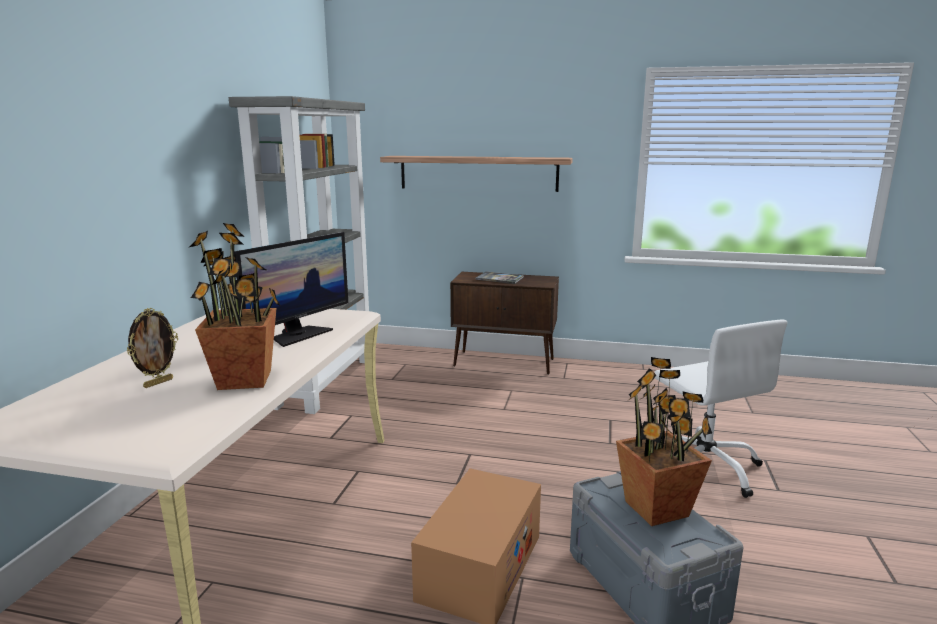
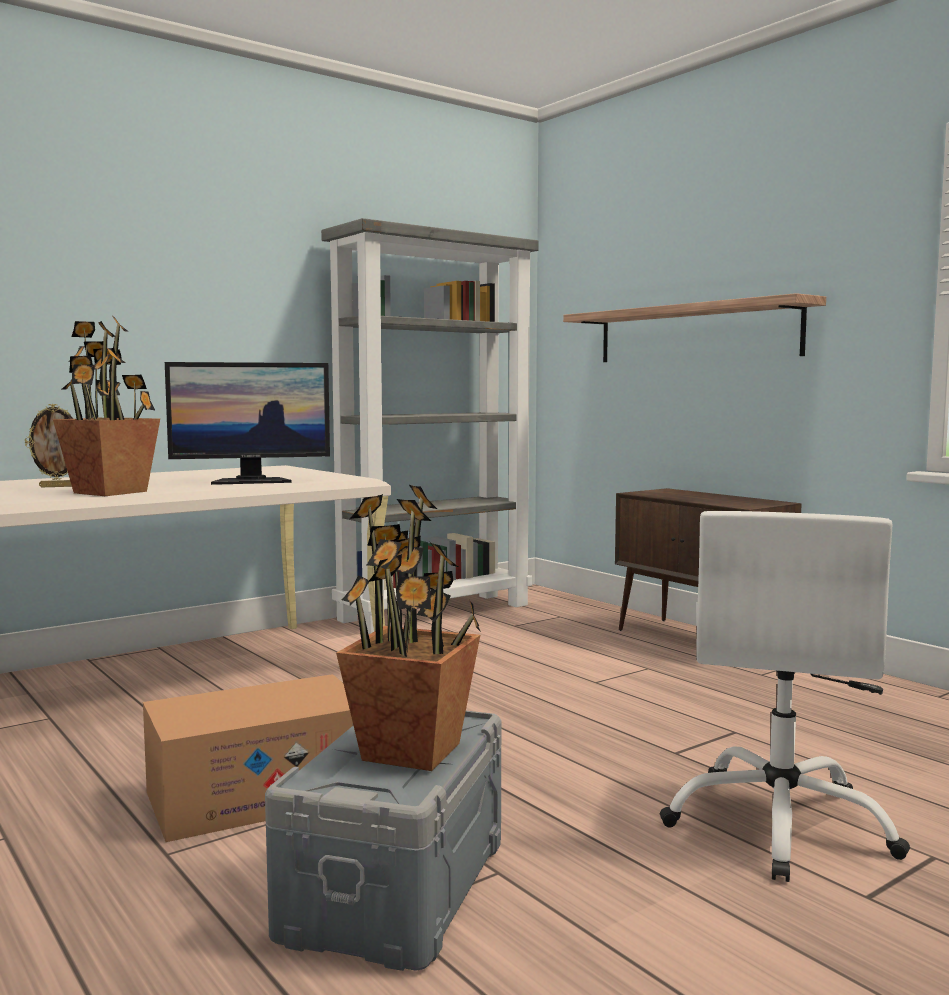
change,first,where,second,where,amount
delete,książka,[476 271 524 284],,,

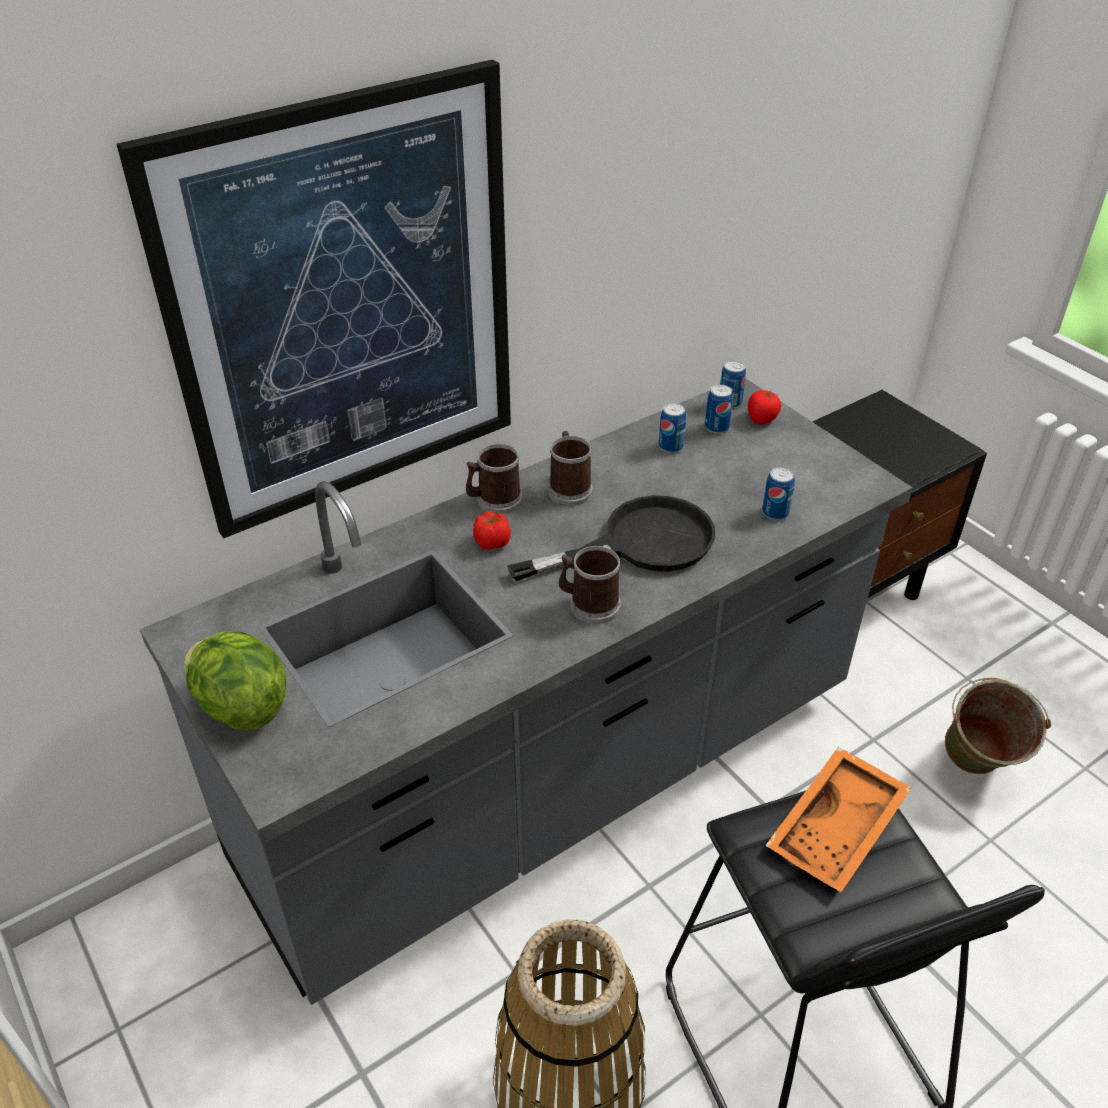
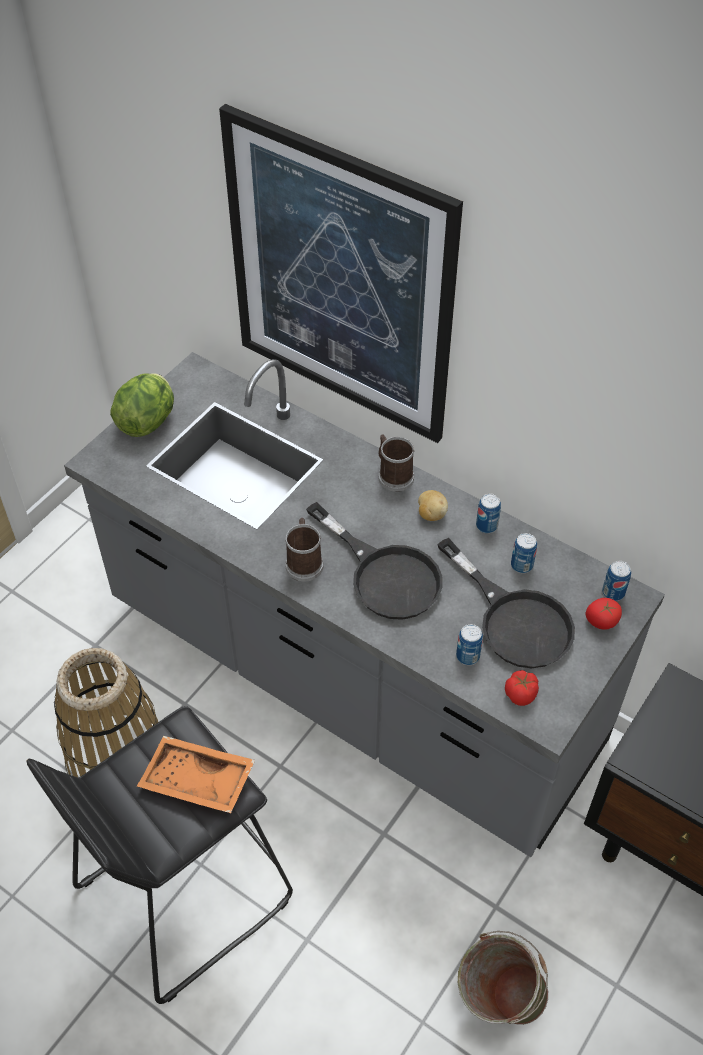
change,first,where,second,where,amount
move,pomidor,[473 511 511 550],,[505 670 539 706],
replace,kubek,[548 431 593 506],ziemniak,[418 490 448 521],
move,puszka,[705 384 733 434],,[476 494 501 533],
insert,,,patelnia/czarny,[437 538 575 668],

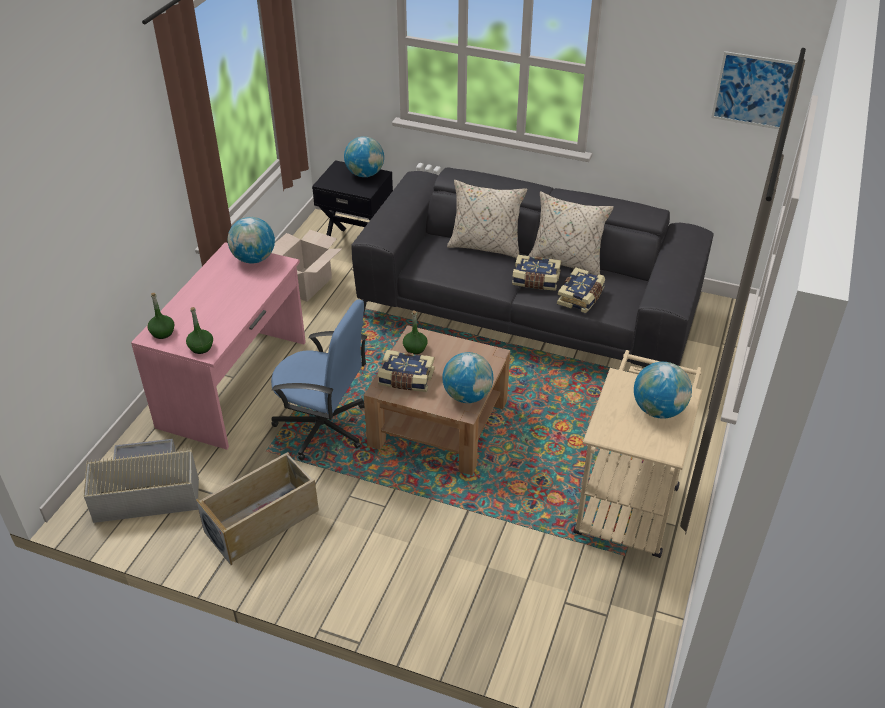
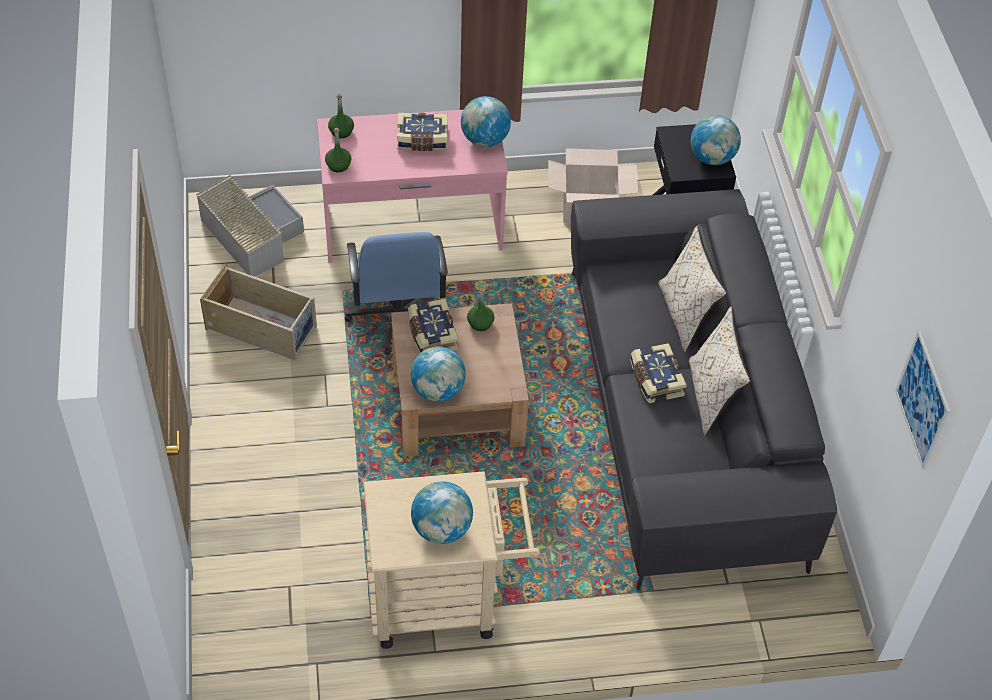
change,first,where,second,where,amount
move,książka,[557 267 605 313],,[397 113 448 151],

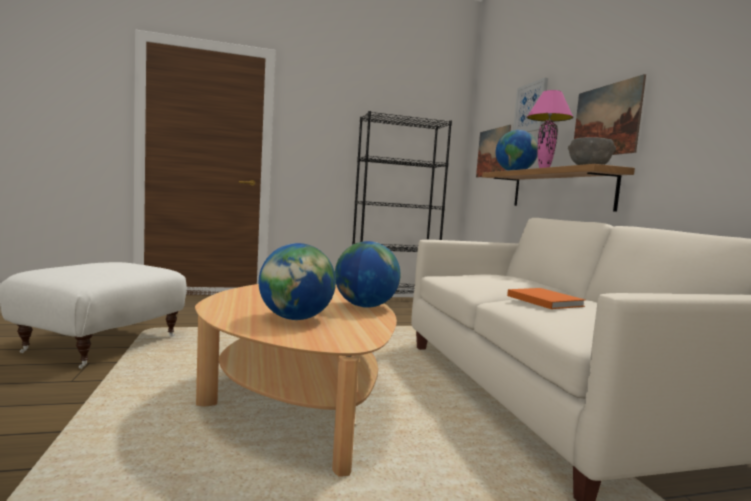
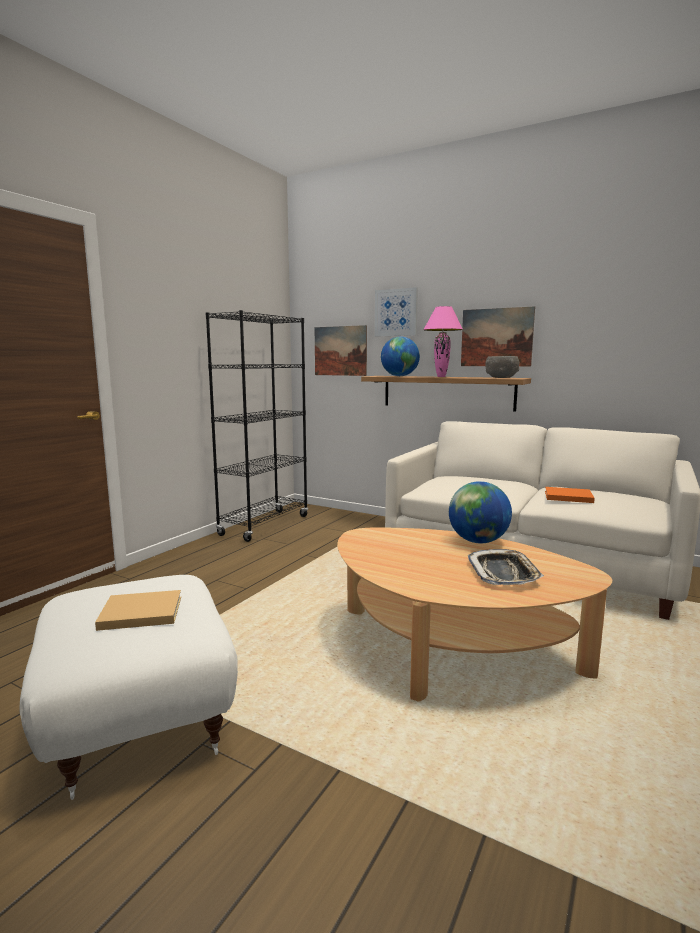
change,first,where,second,where,amount
replace,globus,[259 243 336 320],taca,[468 549 544 585],
insert,,,książka/beżowy,[95 590 181 631],

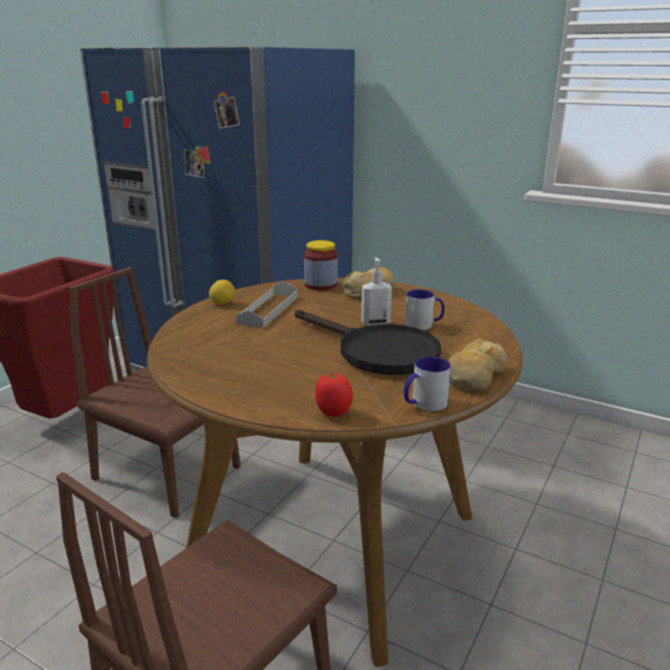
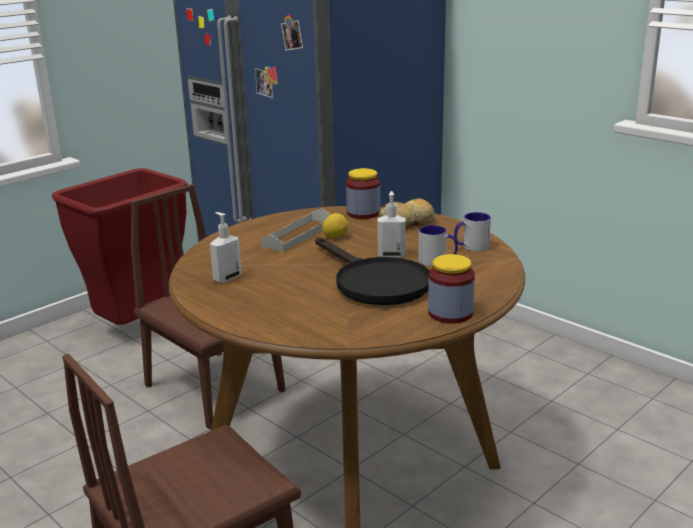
change,first,where,second,where,amount
move,cytryna,[209 280 235 305],,[322 213 348 238],
delete,pomidor,[315 373 353 417],,,
move,kubek,[404 356 451 411],,[454 212 491 252],
replace,chleb,[448 338 507 392],słoik,[428 254 475 324],
insert,,,dozownik mydła,[210 212 242 283],

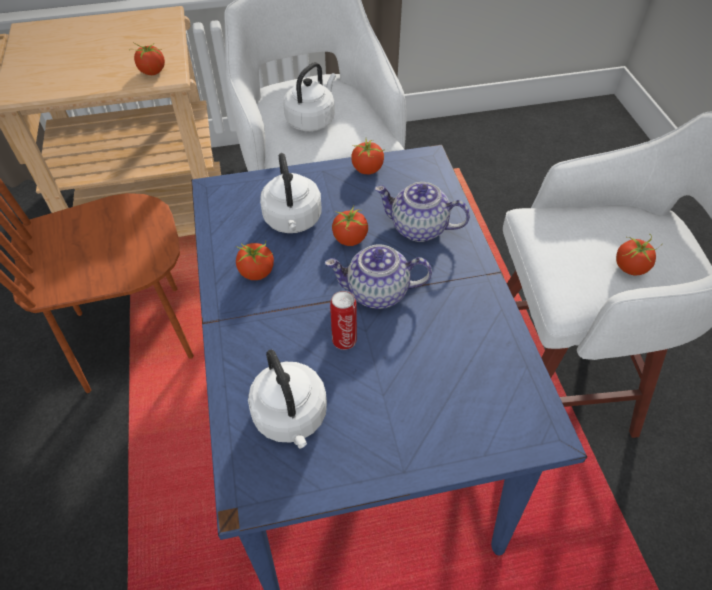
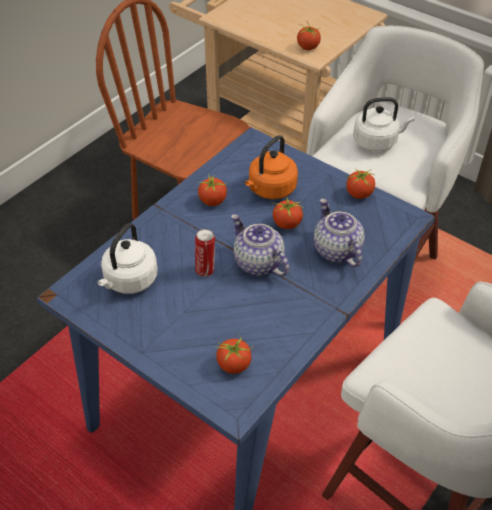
change,first,where,second,where,amount
recolor,czajnik/biały,[260 153 322 233],czajnik/pomarańczowy,[245 135 298 199],
move,pomidor,[616 234 659 275],,[216 335 253 374],

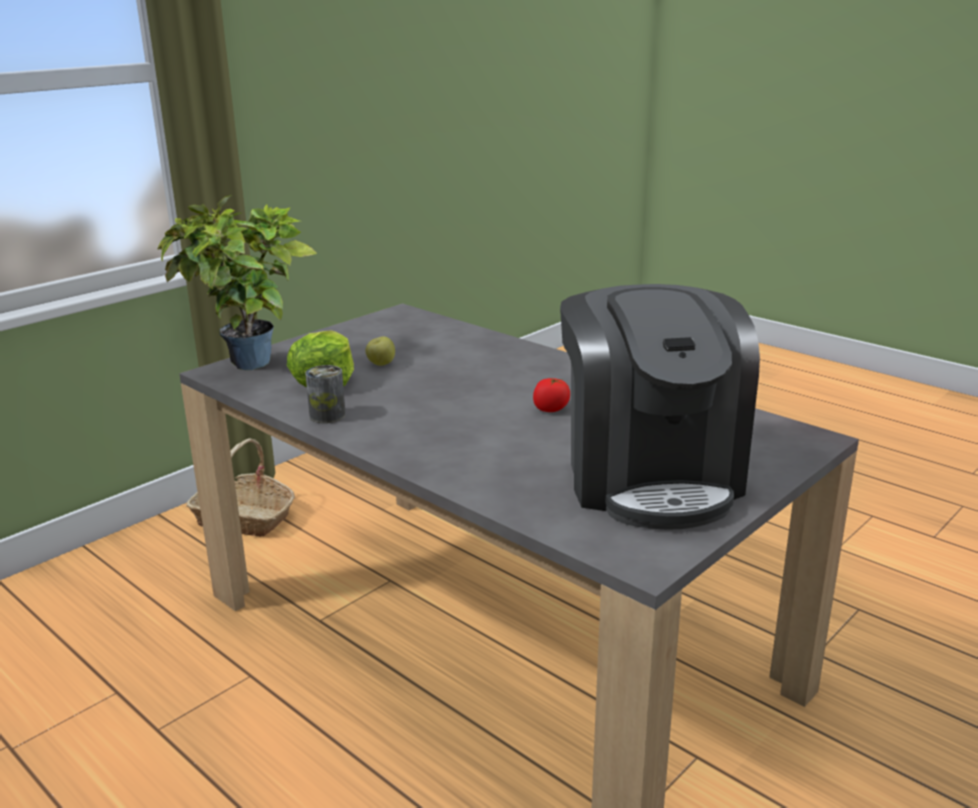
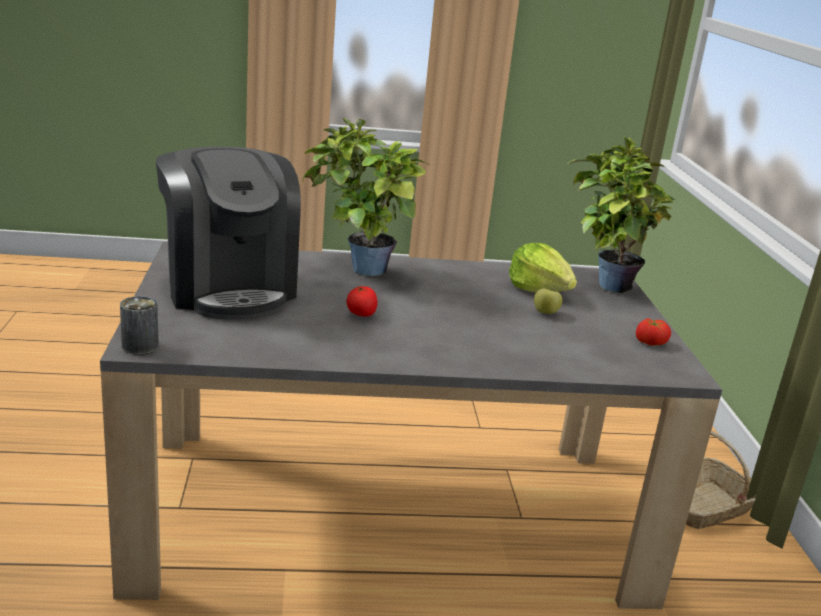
change,first,where,second,where,amount
move,puszka,[305 365 346 423],,[120 296 159 355],
rotate,ekspres do kawy,[560 284 760 529],,[156 147 301 320],150 degrees counterclockwise
insert,,,roślina doniczkowa,[302 118 429 276],
insert,,,pomidor,[636 318 671 346],

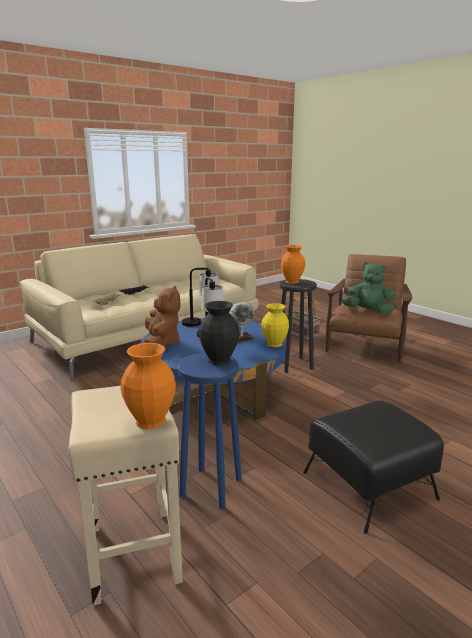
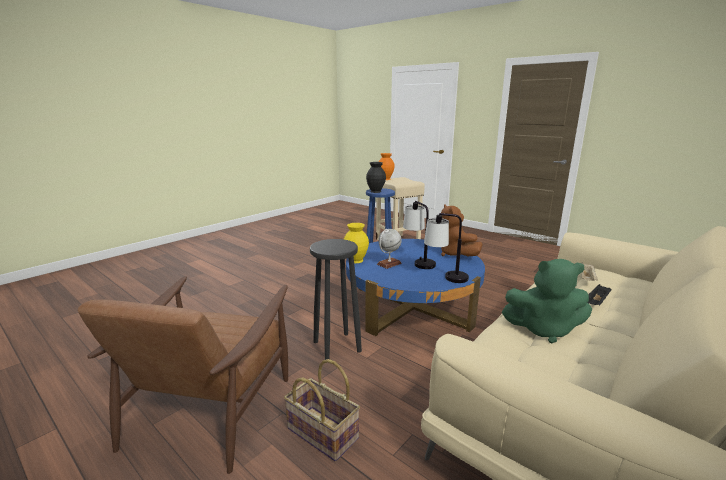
change,first,where,second,where,amount
delete,wazon/pomarańczowy,[281 245 305 284],,,
delete,pufa/czarny,[303 400 444 534],,,
move,pluszak/zielony,[342 262 396 315],,[502 259 592 343],

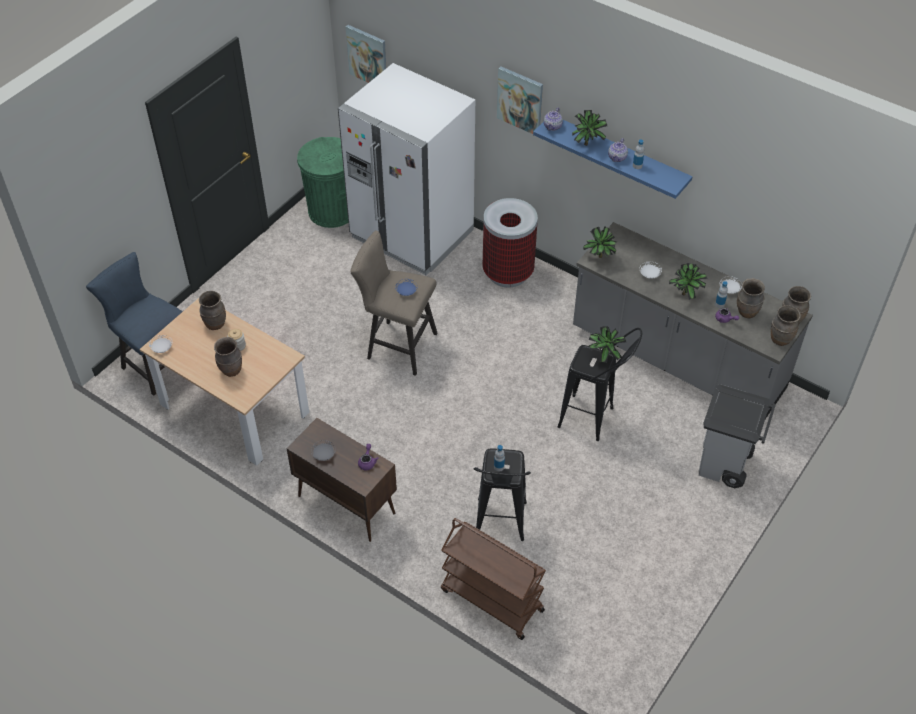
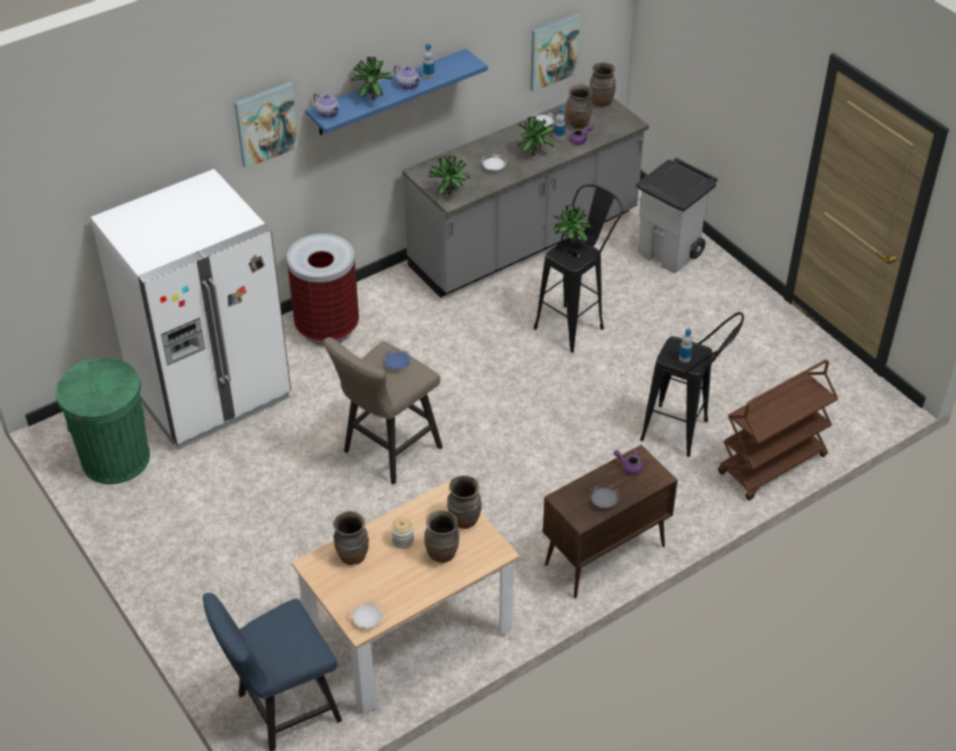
change,first,where,second,where,amount
move,obraz,[346 25 386 83],,[530 13 580 92],
move,wazon/brązowy,[771 305 801 346],,[447 475 482 529],

